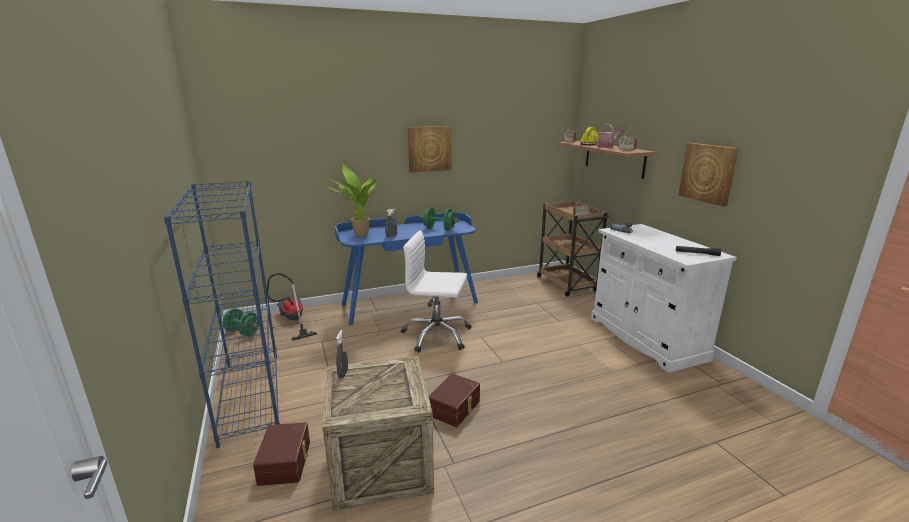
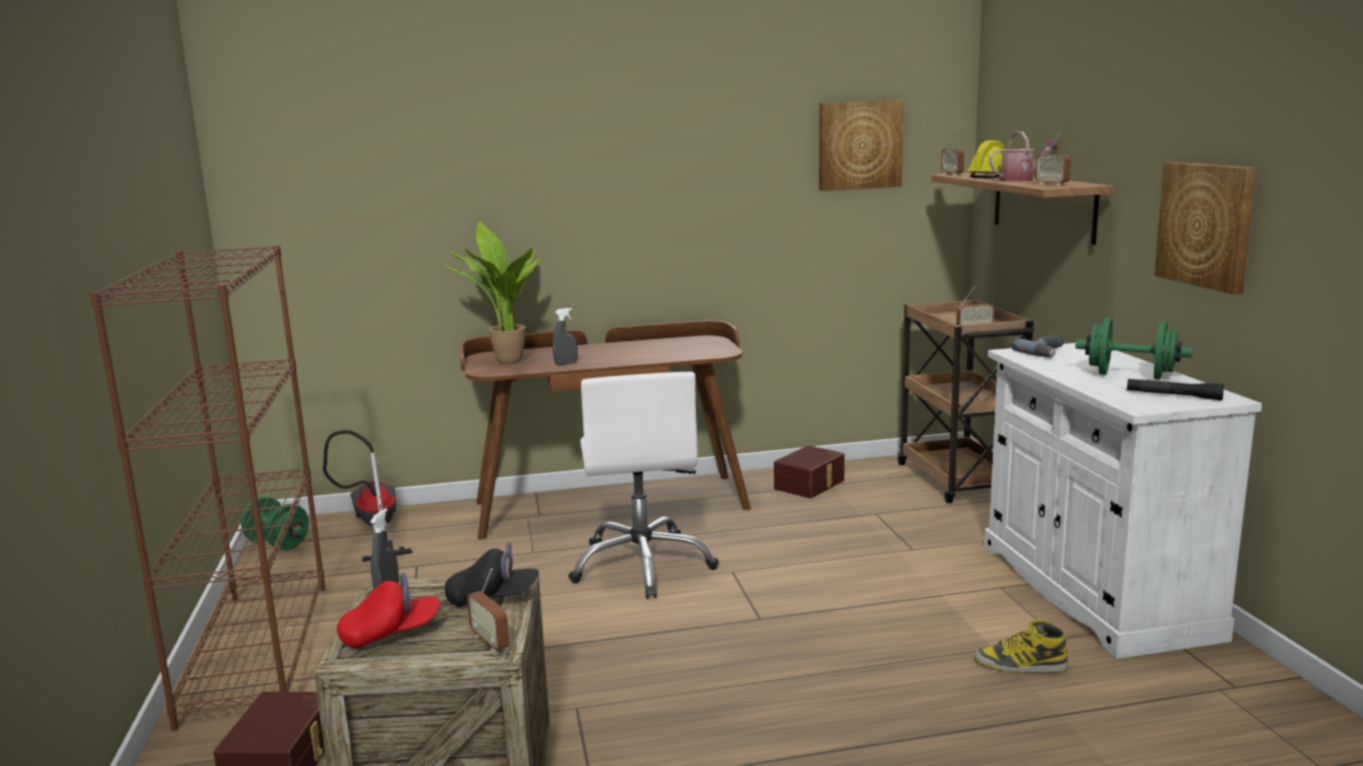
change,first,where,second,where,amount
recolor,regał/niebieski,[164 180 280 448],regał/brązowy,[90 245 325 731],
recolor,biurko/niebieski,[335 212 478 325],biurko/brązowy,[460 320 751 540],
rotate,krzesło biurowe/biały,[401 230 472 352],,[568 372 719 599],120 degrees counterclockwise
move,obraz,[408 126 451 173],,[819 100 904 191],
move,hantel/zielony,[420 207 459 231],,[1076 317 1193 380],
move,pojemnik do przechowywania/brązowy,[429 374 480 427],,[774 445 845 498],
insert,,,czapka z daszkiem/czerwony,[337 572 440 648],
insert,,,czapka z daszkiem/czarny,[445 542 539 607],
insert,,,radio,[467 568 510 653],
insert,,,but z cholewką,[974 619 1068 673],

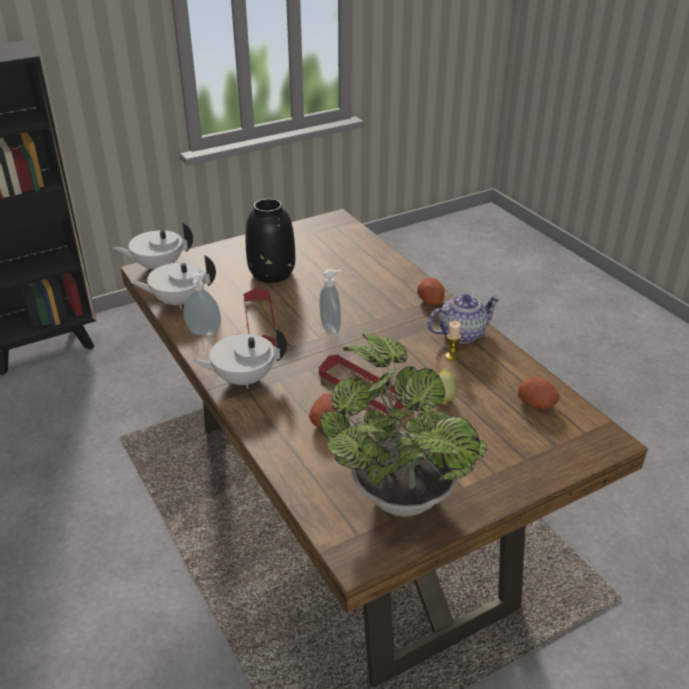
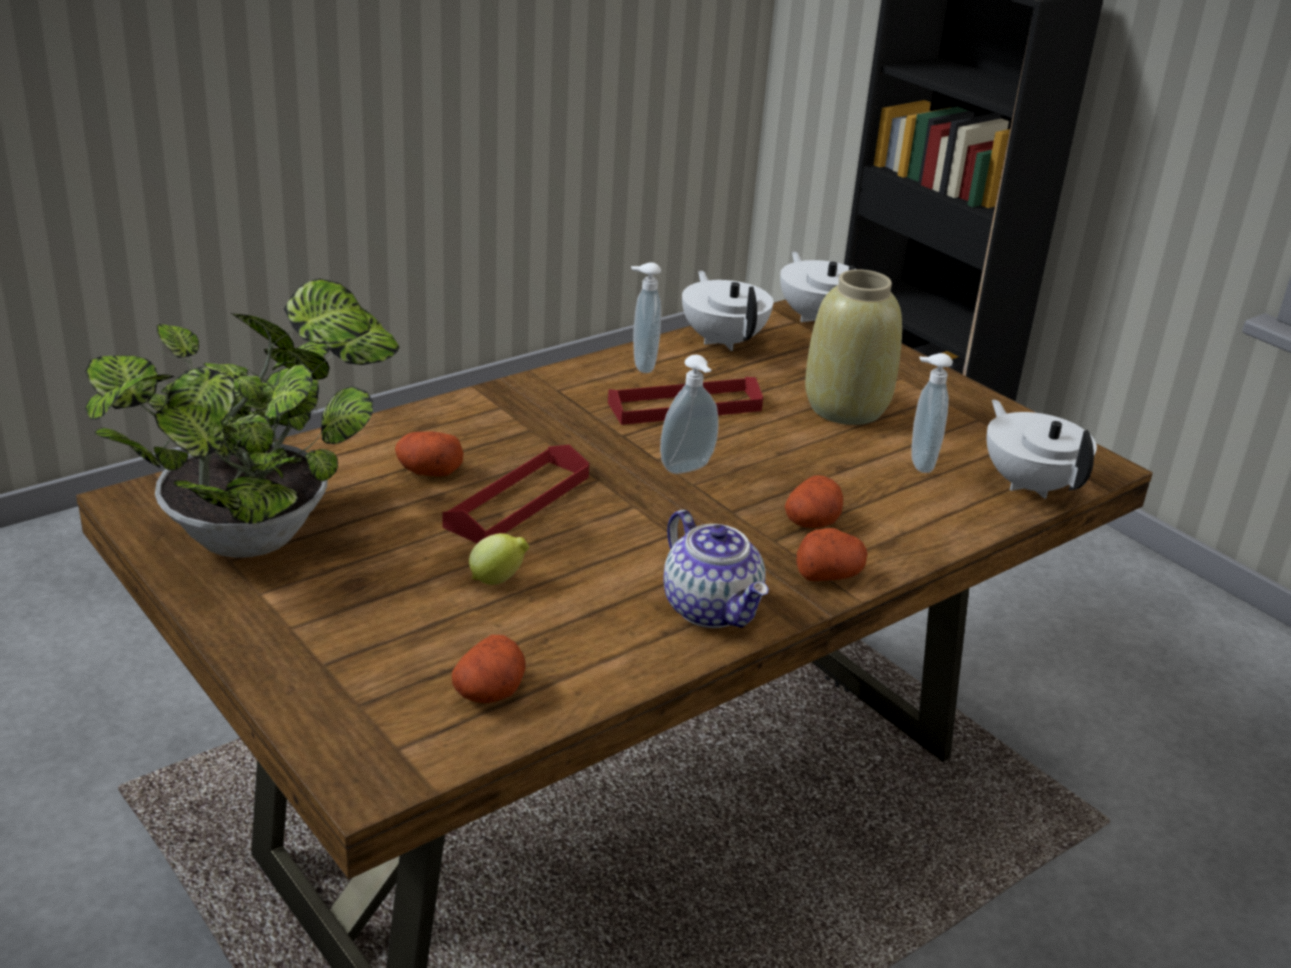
change,first,where,second,where,amount
move,imbryk/biały,[191 328 287 388],,[987 400 1097 499],
recolor,wazon/czarny,[246 199 295 283],wazon/beżowy,[805 269 902 425],
delete,świeca,[445 321 461 361],,,
insert,,,ziemniak,[785 475 843 528],
insert,,,dozownik mydła,[911 353 953 473],

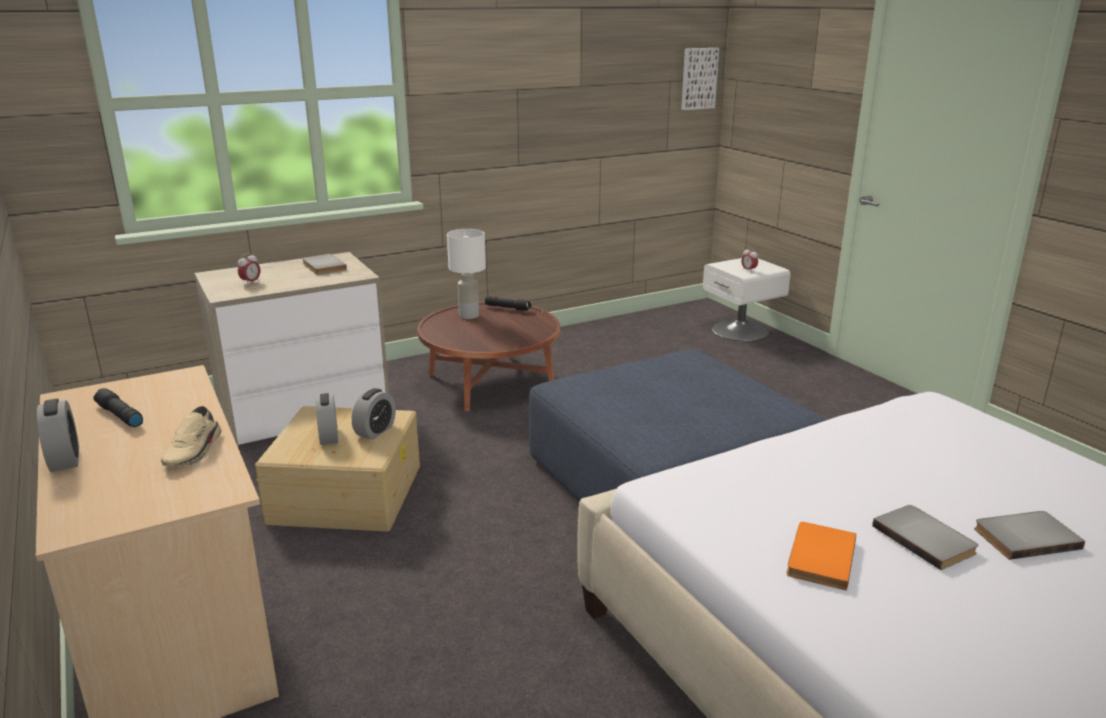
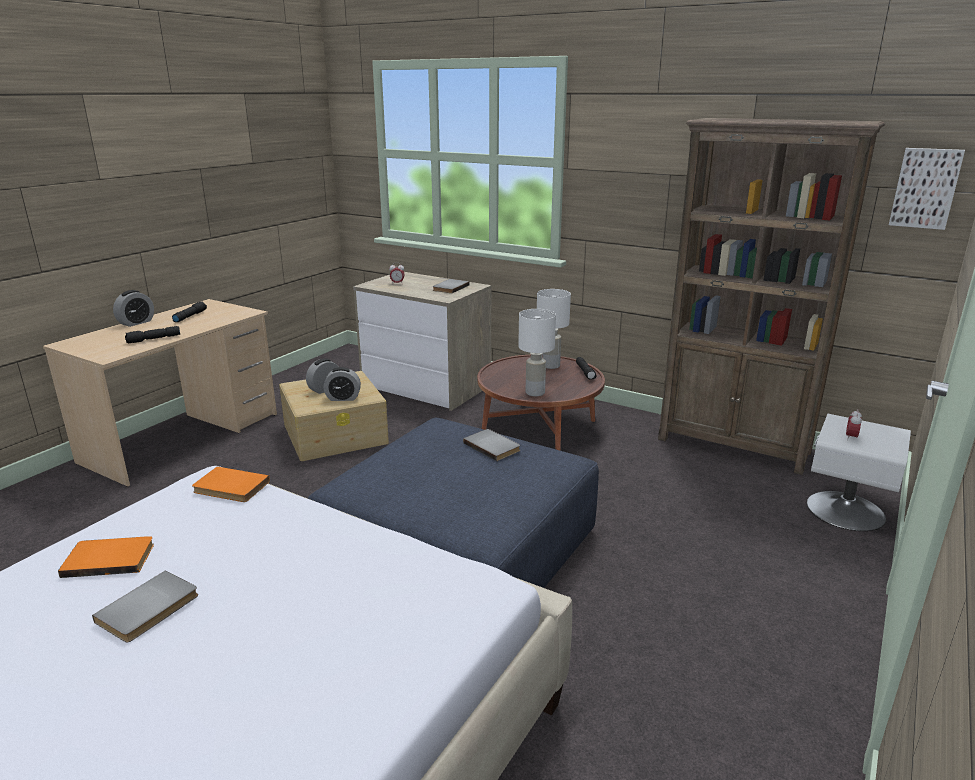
change,first,where,second,where,amount
replace,but/beżowy,[161 406 222 467],latarka/czarny,[125 326 180 343],
move,książka/szary,[974 511 1085 560],,[463 429 520 461],
insert,,,książka/pomarańczowy,[192 467 270 502],
insert,,,lampa stołowa/biały,[518 309 556 396],
insert,,,regał/brązowy,[658 118 885 475],

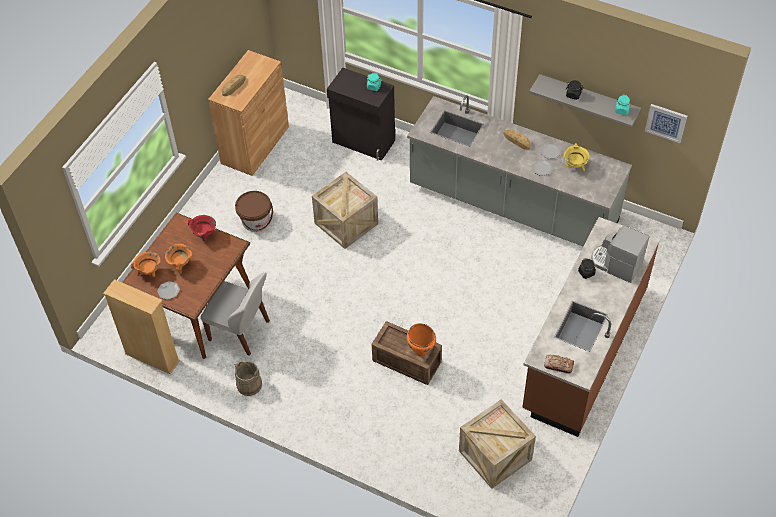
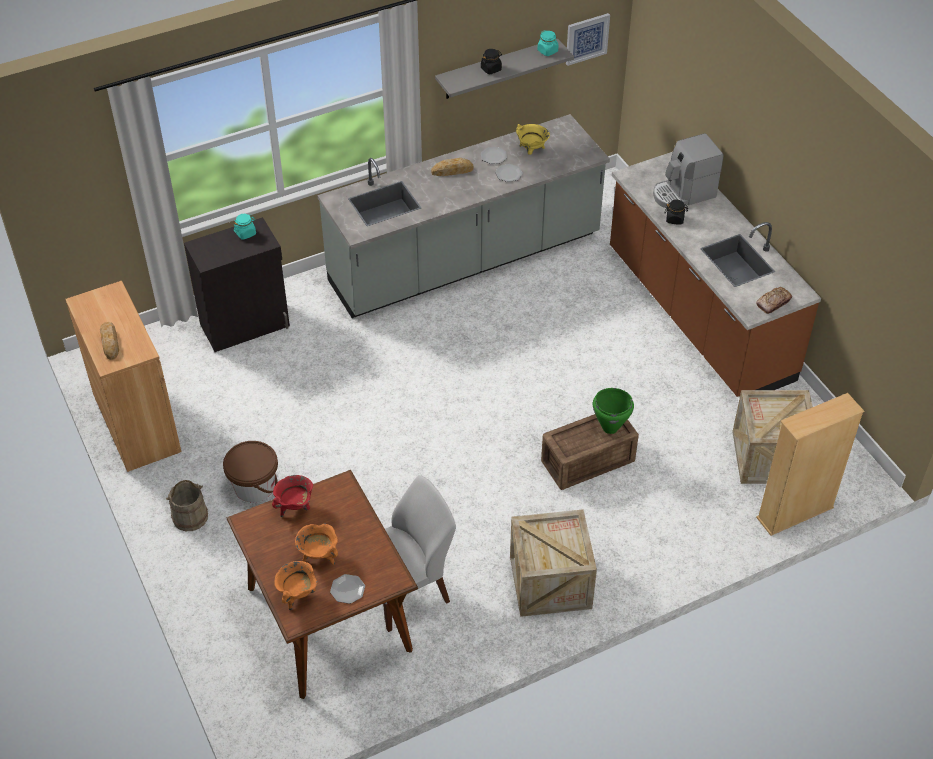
change,first,where,second,where,amount
move,regał/beżowy,[103 279 180 374],,[756 393 864 536],
move,wiadro/beżowy,[234 361 262 396],,[166 480 208 531],
move,skrzynka,[312 172 378 249],,[510 509 597 617],
recolor,garnek/pomarańczowy,[407 323 436 357],garnek/zielony,[593 388 634 434],

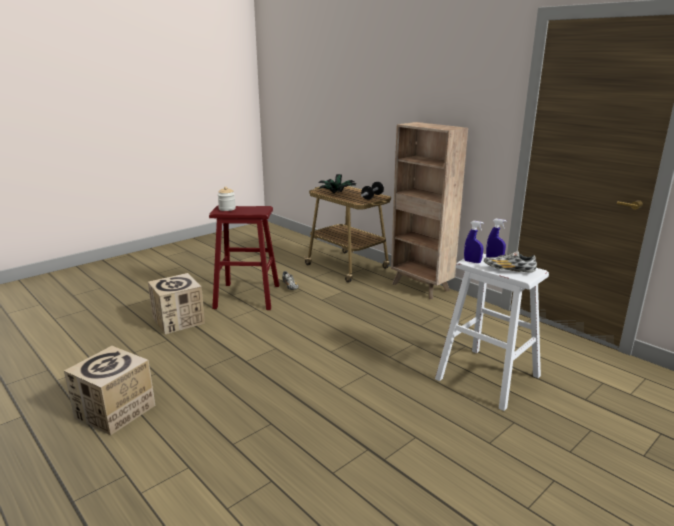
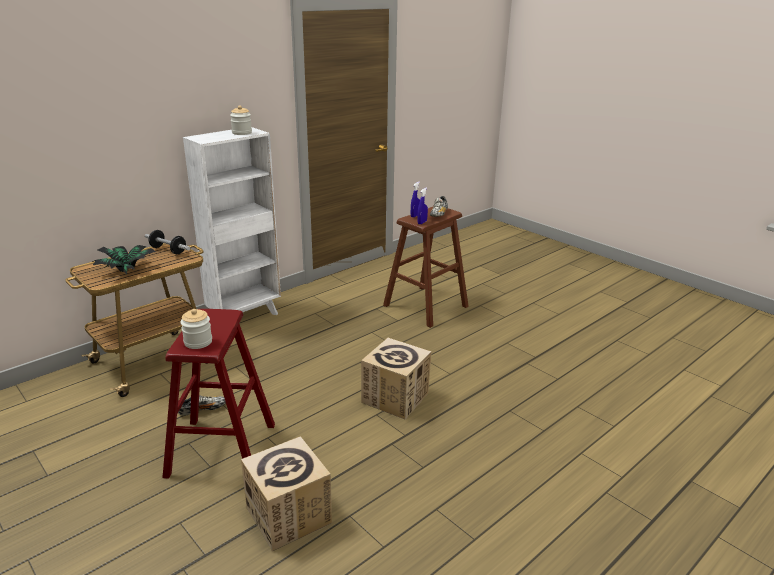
change,first,where,second,where,amount
move,karton,[64 346 155 435],,[361 338 432 419],
recolor,regał/brązowy,[391 122 468 299],regał/biały,[183 127 281 315],
recolor,stołek/biały,[435 254 549 411],stołek/brązowy,[383 207 469 328],
insert,,,słoik,[230 105 252 135],

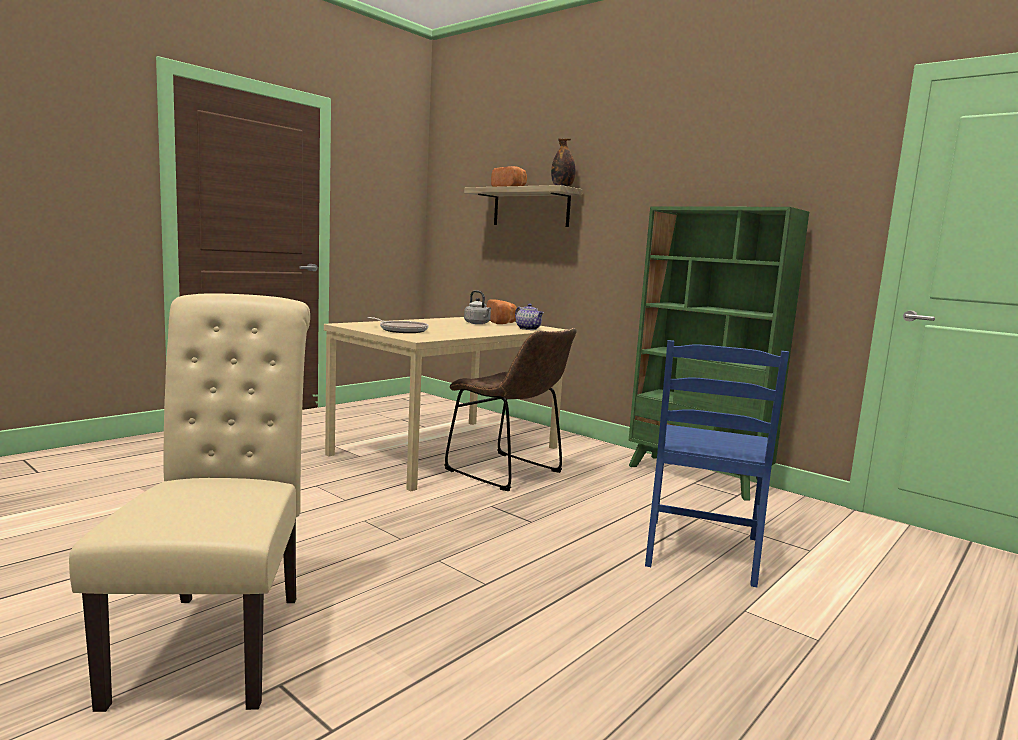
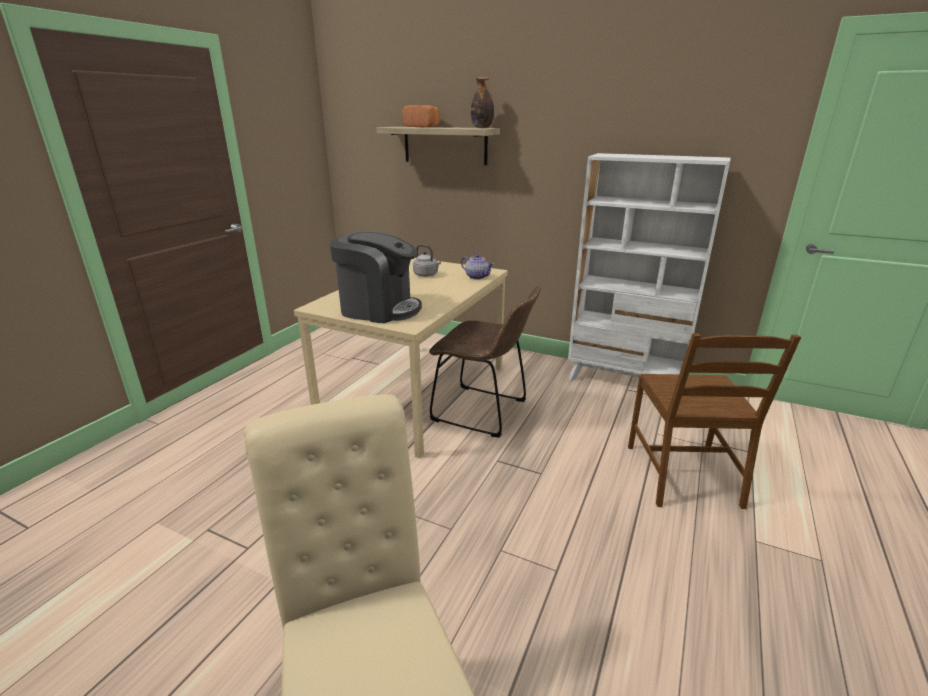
change,first,where,second,where,amount
replace,patelnia,[368 317 428 333],ekspres do kawy,[330 231 422 324],
delete,chleb,[487 299 517 324],,,
recolor,regał/zielony,[628 206 809 500],regał/biały,[568 153 730 381],
recolor,krzesło/niebieski,[645 340 789 587],krzesło/brązowy,[628 333 801 509],

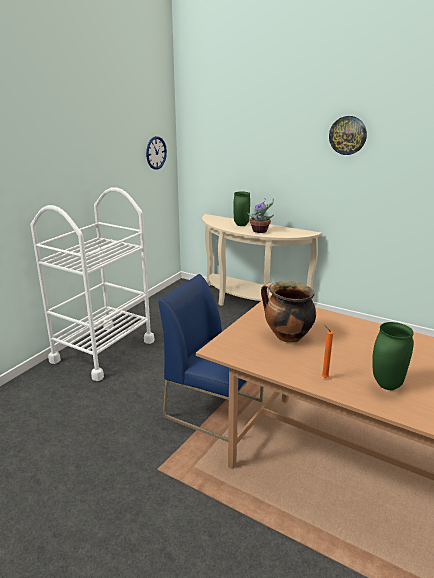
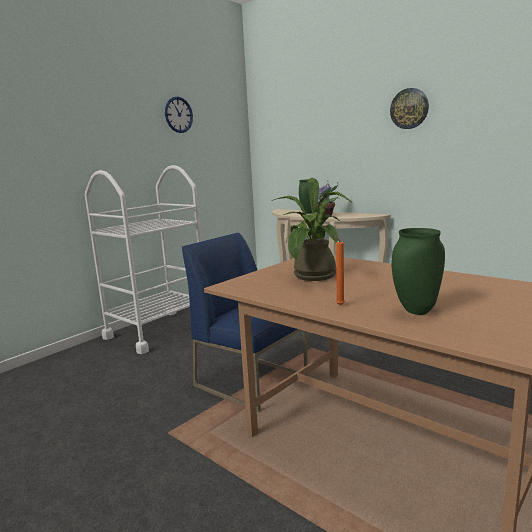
change,first,where,second,where,amount
move,zegar ścienny,[146 136 167 170],,[165 96 193 133],
replace,garnek,[261 281 316 343],roślina doniczkowa,[271 178 353 281],

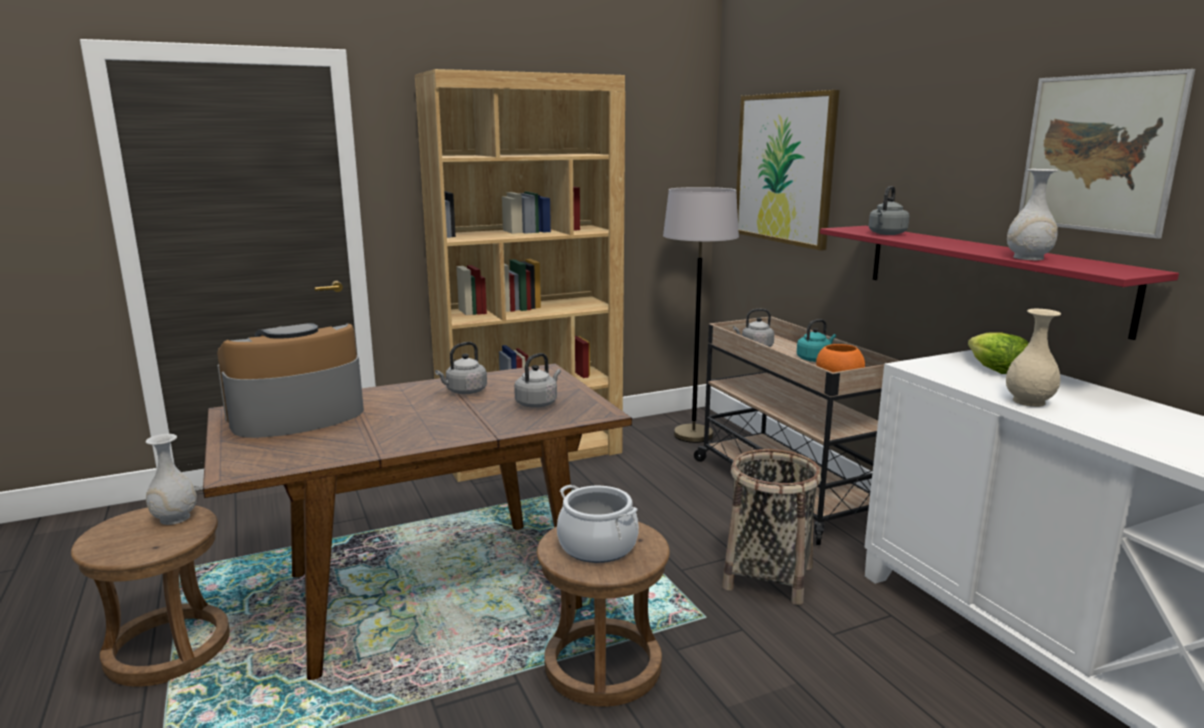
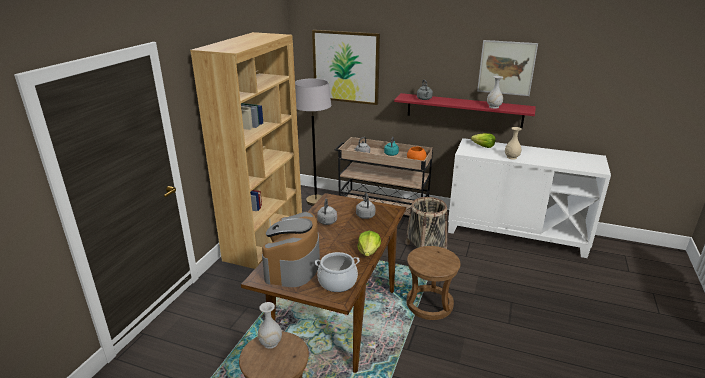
change,first,where,second,where,amount
move,garnek,[557 485 639 563],,[315 252 360 292],
insert,,,sałata,[358 231 381 256],

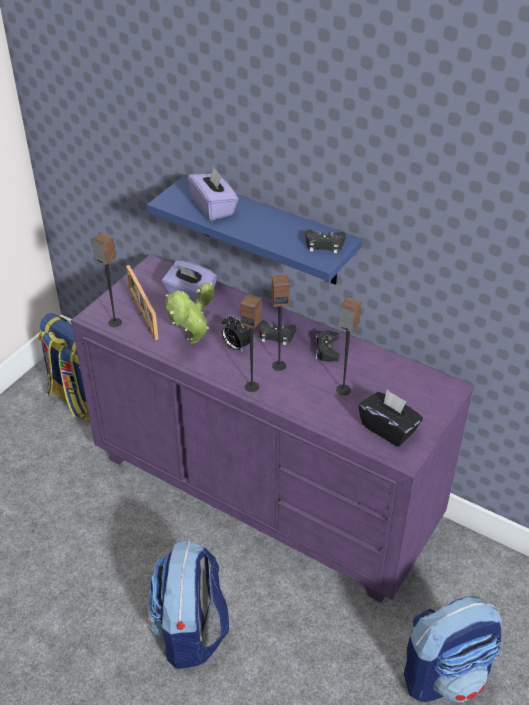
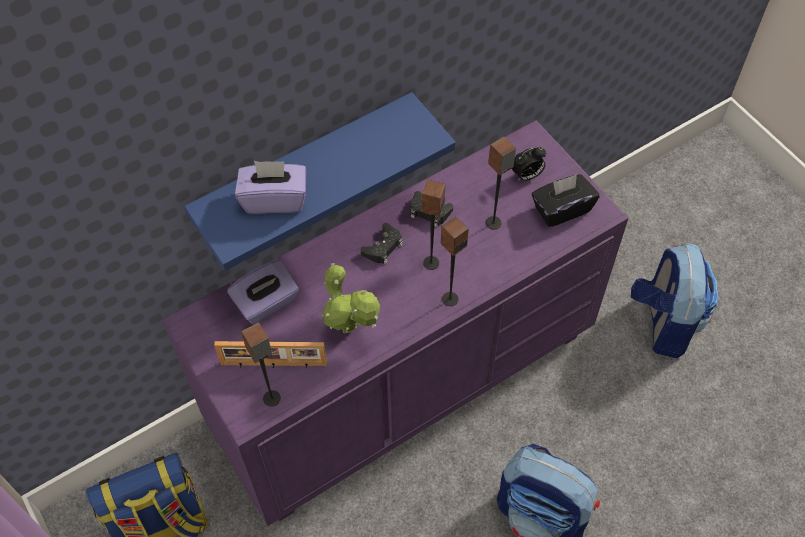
change,first,where,second,where,amount
move,budzik,[221 315 250 352],,[512 146 546 181],
delete,pad do gier/czarny,[305 229 346 254],,,

